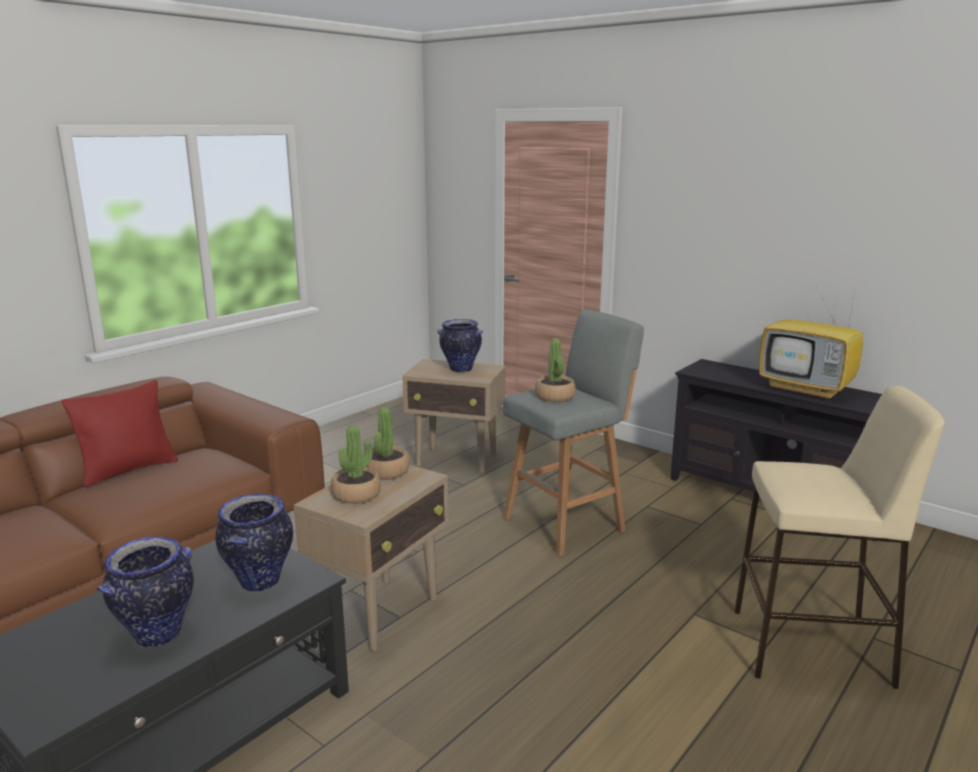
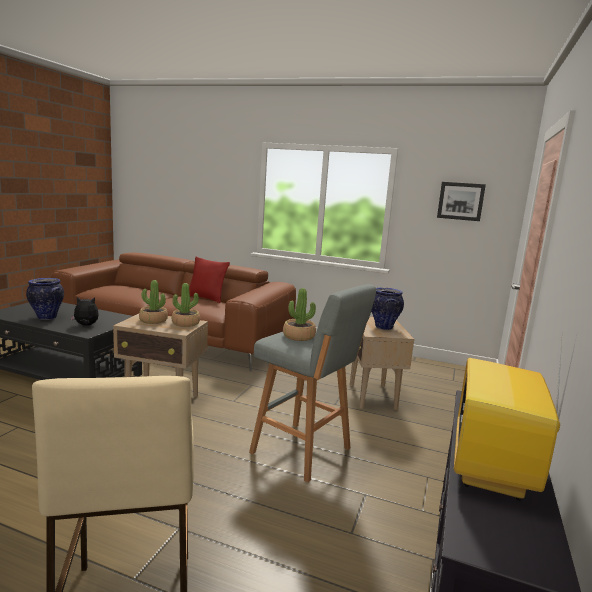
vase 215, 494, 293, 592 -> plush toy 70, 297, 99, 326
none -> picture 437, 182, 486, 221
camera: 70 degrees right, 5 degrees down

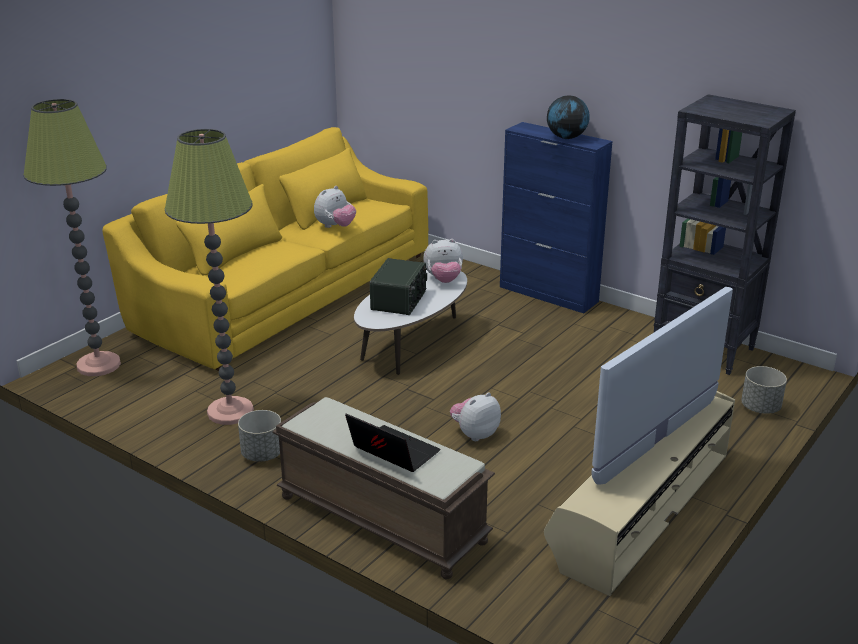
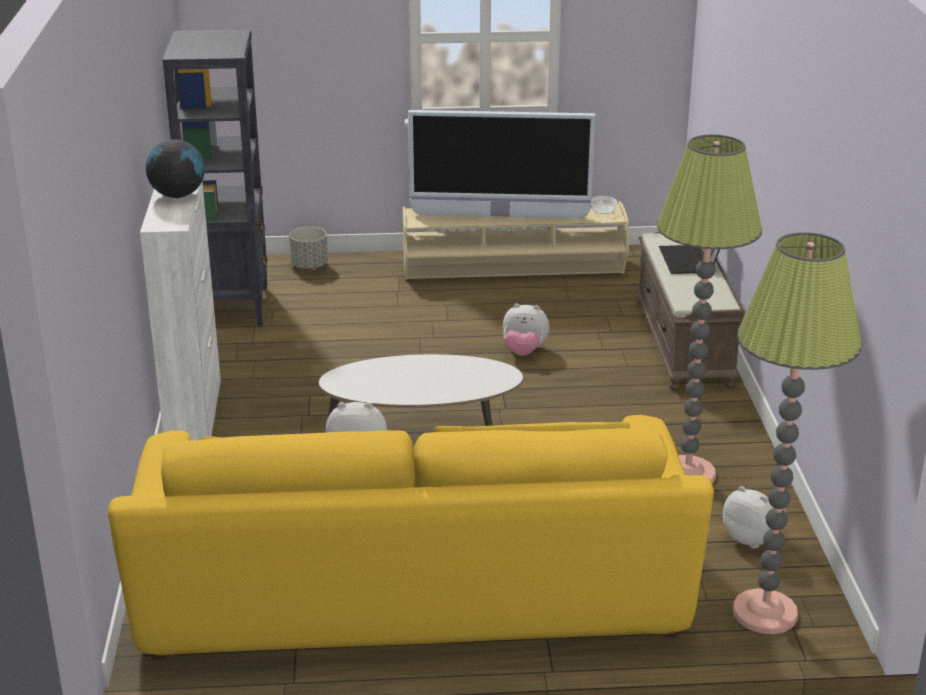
cabinet in blue 500, 122, 613, 313 -> cabinet in white 140, 182, 221, 440
plush toy 423, 239, 463, 283 -> plush toy 723, 486, 786, 548, relocated
radio 370, 258, 427, 315 -> none
planter in grey 238, 410, 281, 462 -> none
none -> bowl 591, 196, 617, 214
camera: 130 degrees left, 0 degrees up

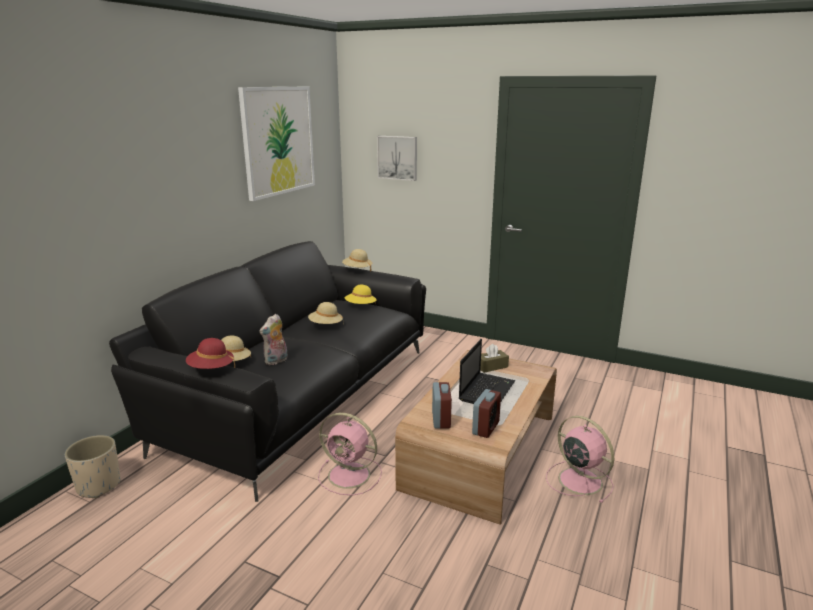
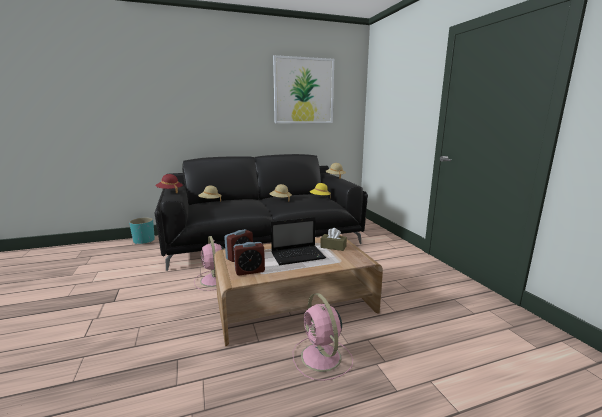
picture 377, 136, 417, 181 -> none
plush toy 260, 314, 288, 365 -> none
fan in pink 546, 416, 614, 503 -> fan in pink 293, 293, 353, 381, 150 degrees clockwise
planter in beige 65, 435, 121, 498 -> planter in turquoise 129, 217, 155, 245
camera: 45 degrees right, 5 degrees down

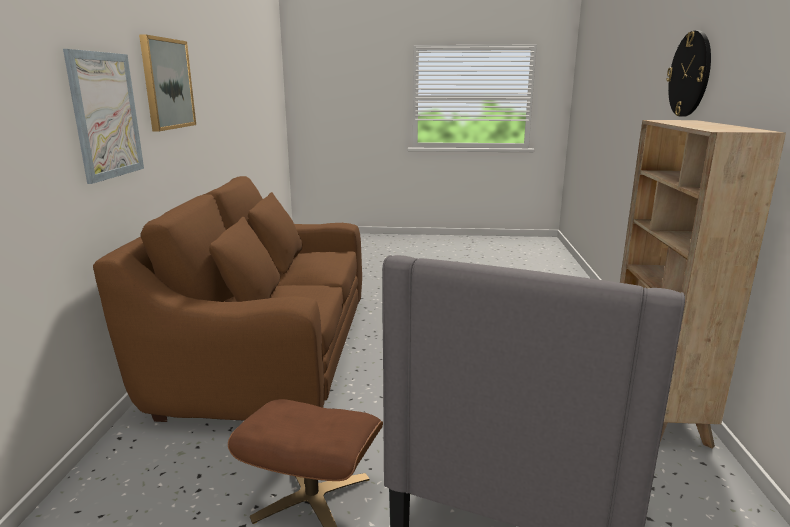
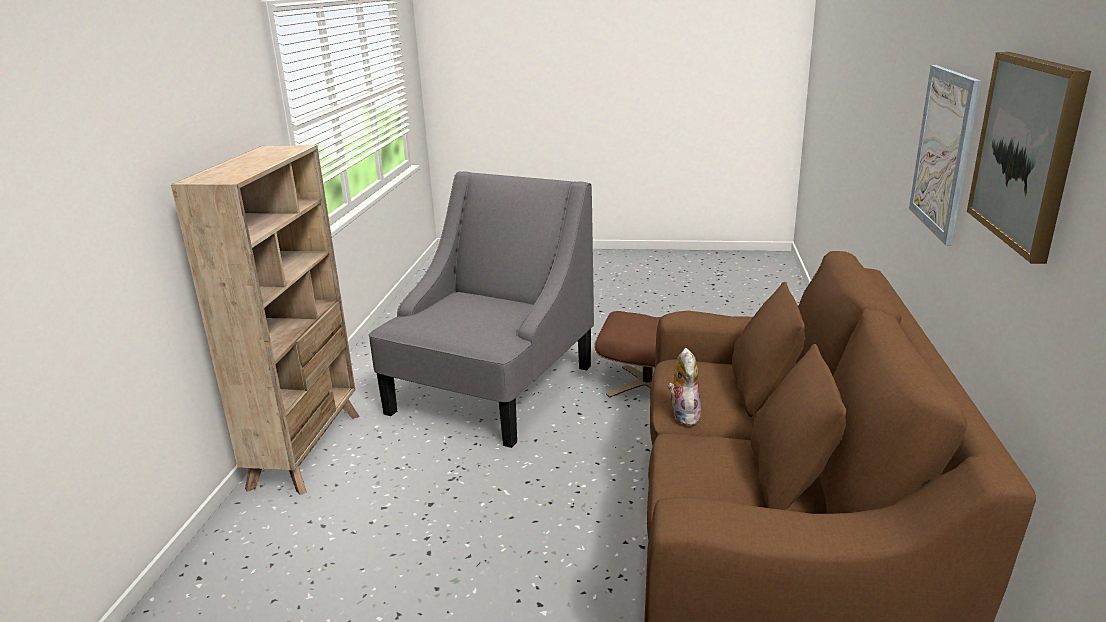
wall clock 667, 30, 711, 117 -> none
none -> plush toy 668, 348, 701, 425
camera: 175 degrees left, 5 degrees up

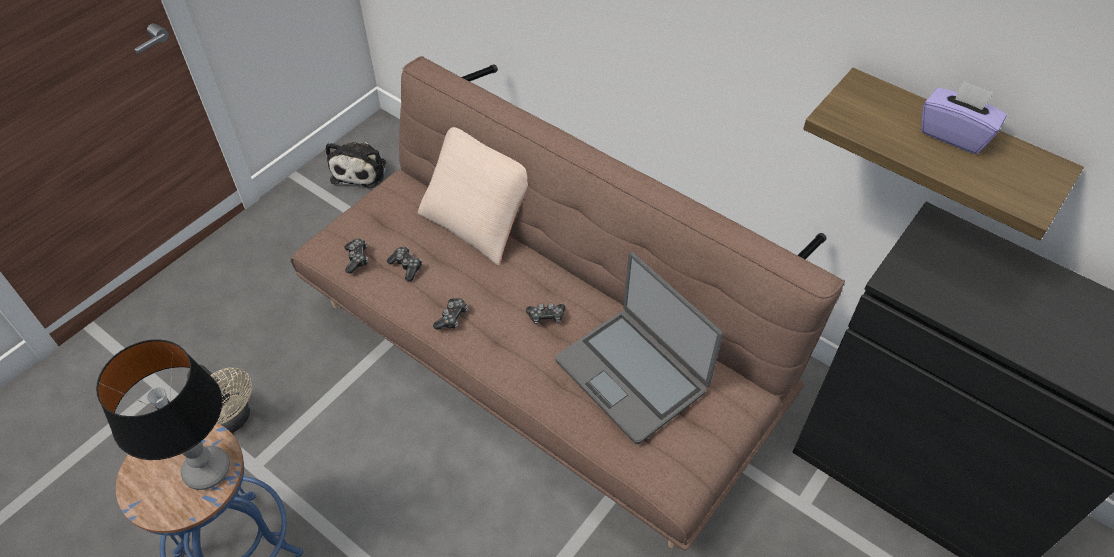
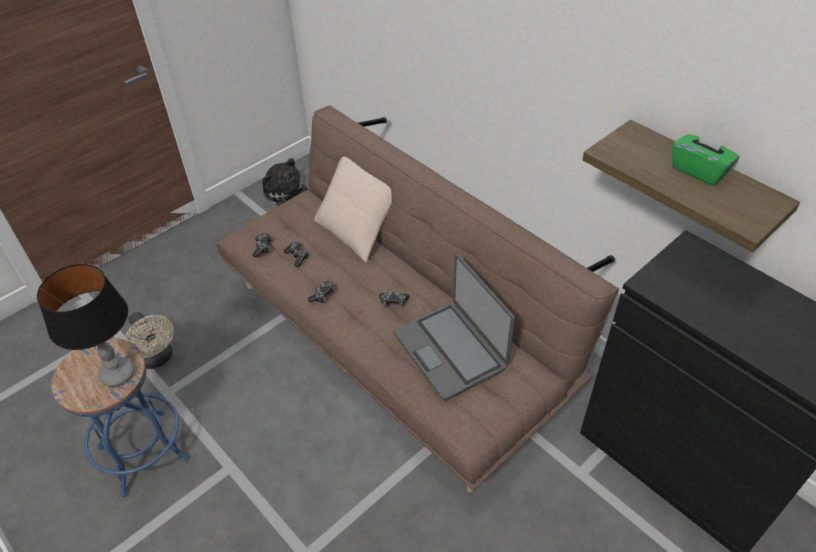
tissue box in purple 921, 80, 1007, 154 -> tissue box in green 672, 127, 740, 186
plush toy 326, 142, 386, 188 -> plush toy 262, 158, 308, 206, 120 degrees clockwise
camera: 10 degrees right, 5 degrees down

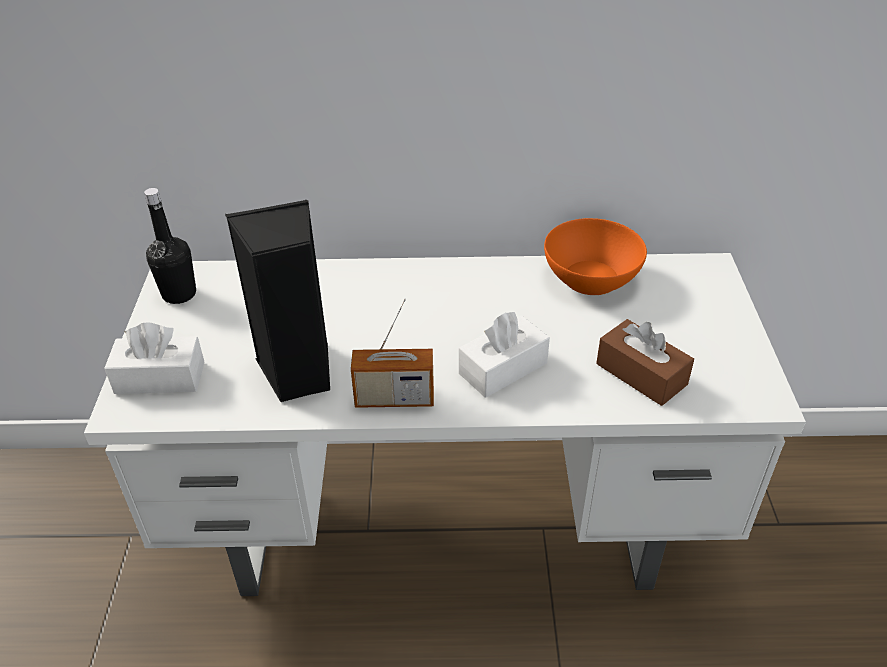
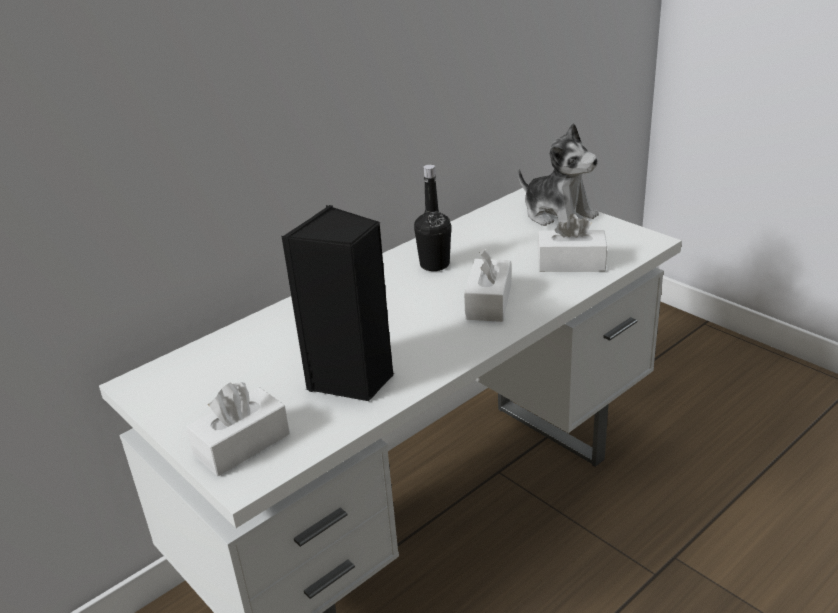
bottle in black 144, 188, 196, 304 -> bottle in black 414, 165, 451, 271, relocated
bowl in orange 544, 218, 647, 295 -> none
radio 351, 299, 434, 408 -> none
tissue box in brown 596, 319, 694, 406 -> tissue box in white 537, 214, 607, 272
none -> plush toy 518, 123, 599, 226
camera: 40 degrees left, 10 degrees down

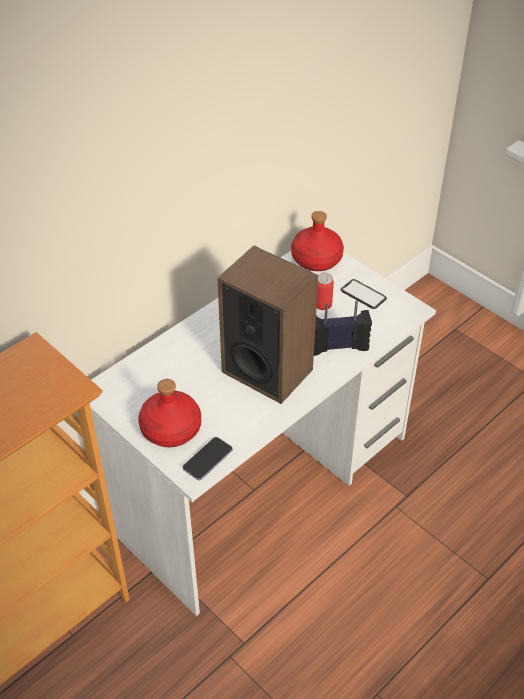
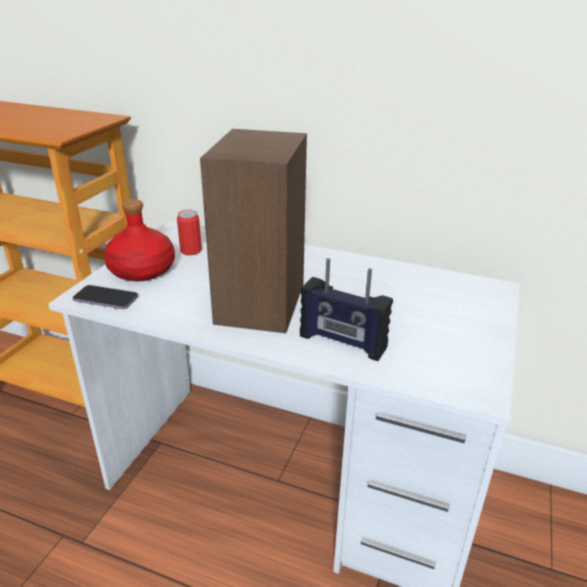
bottle in red 291, 211, 344, 271 -> none
can 316, 273, 334, 310 -> can 177, 210, 202, 255, relocated
phone 341, 279, 387, 309 -> none
radio 314, 301, 372, 356 -> radio 300, 258, 393, 361, 150 degrees clockwise
camera: 65 degrees right, 15 degrees down

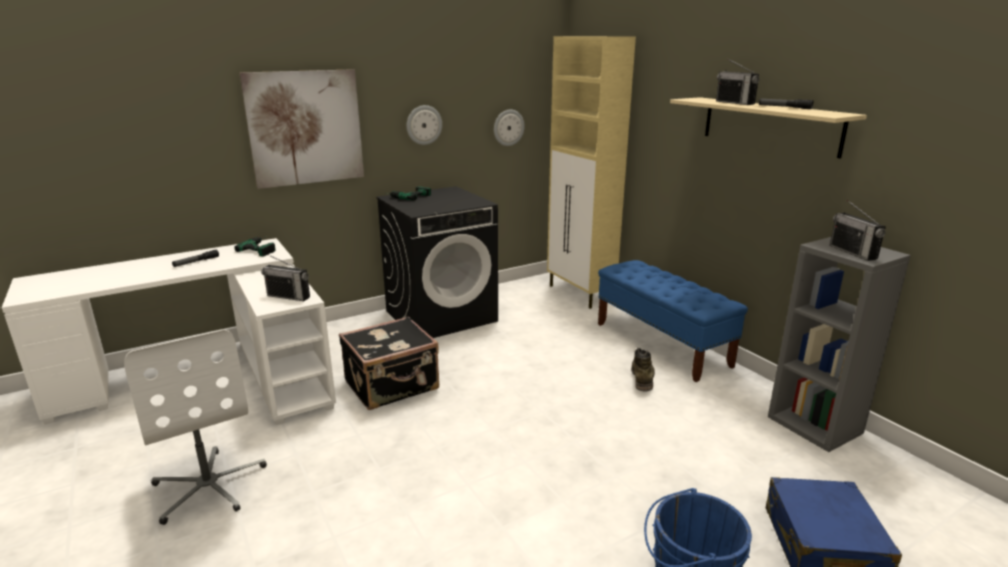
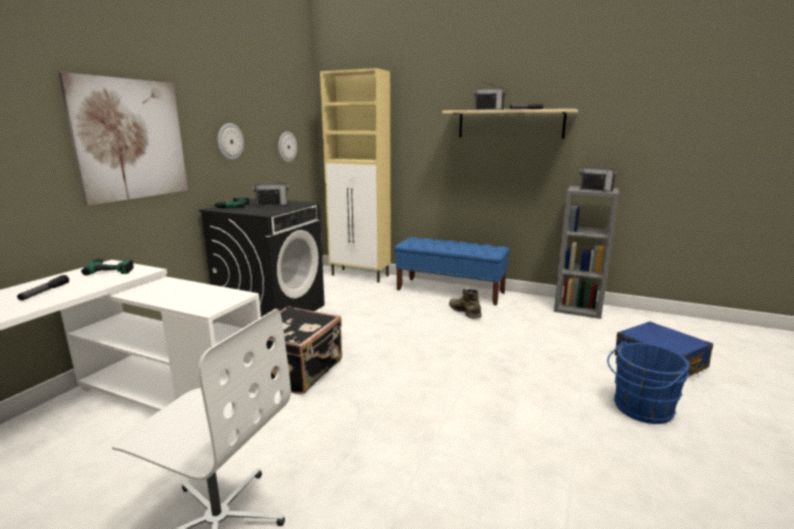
radio 261, 254, 310, 301 -> radio 253, 175, 289, 207, relocated
camera: 35 degrees left, 5 degrees down

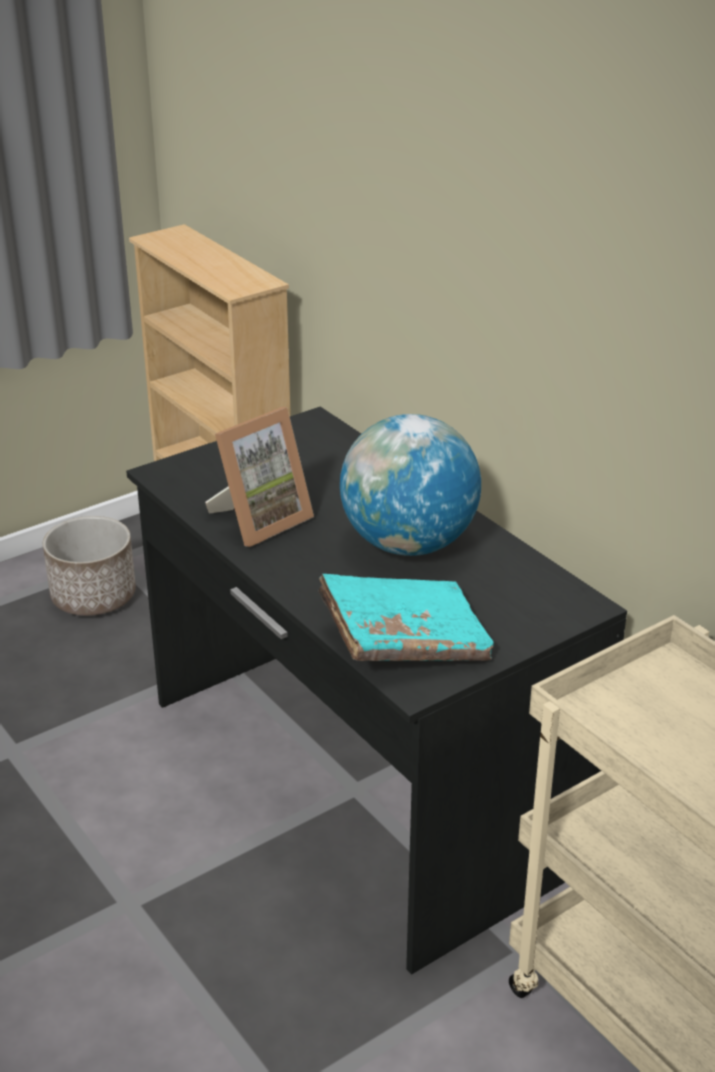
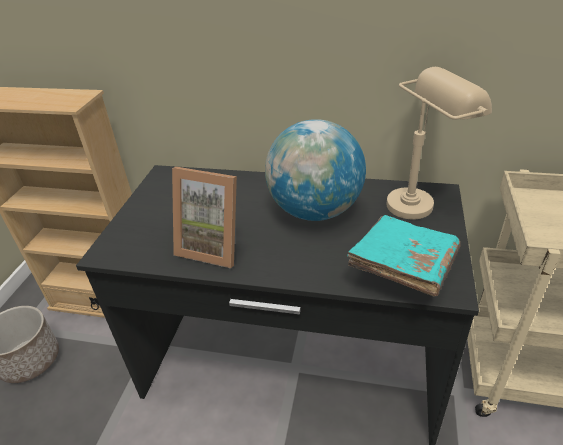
picture frame 205, 407, 314, 547 -> picture frame 172, 167, 237, 268, 105 degrees clockwise
none -> table lamp in beige 387, 67, 492, 219
camera: 40 degrees left, 5 degrees up

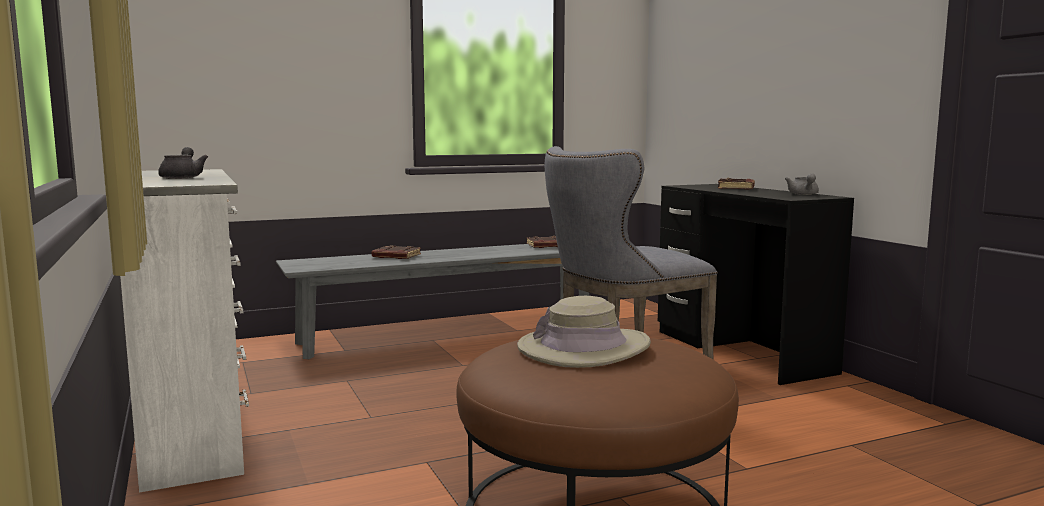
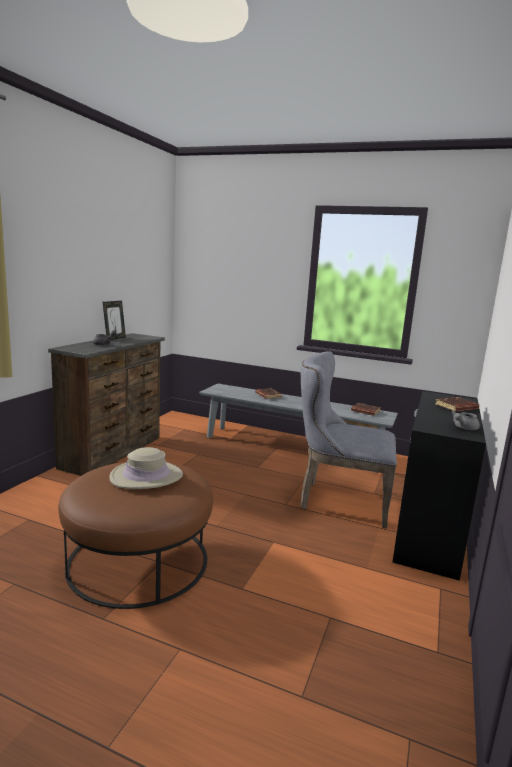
dresser in white 120, 169, 249, 493 -> dresser in brown 48, 333, 165, 476
none -> picture frame 103, 301, 126, 340
camera: 45 degrees right, 5 degrees up

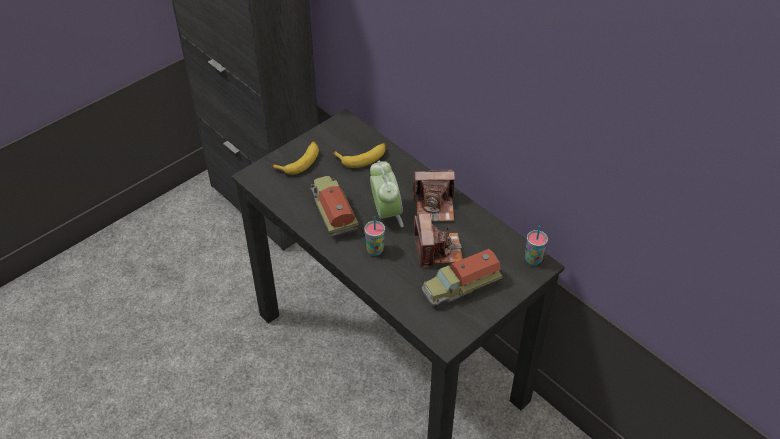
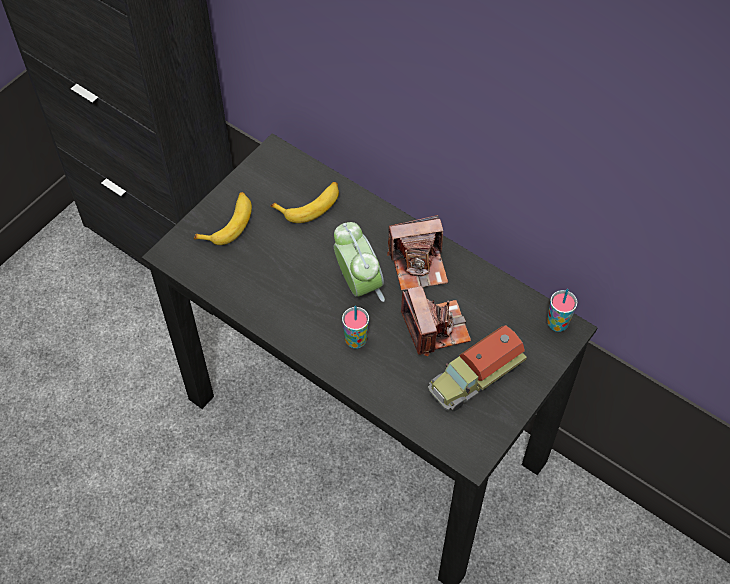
toy truck 310, 176, 359, 238 -> none
camera: 10 degrees left, 10 degrees up

